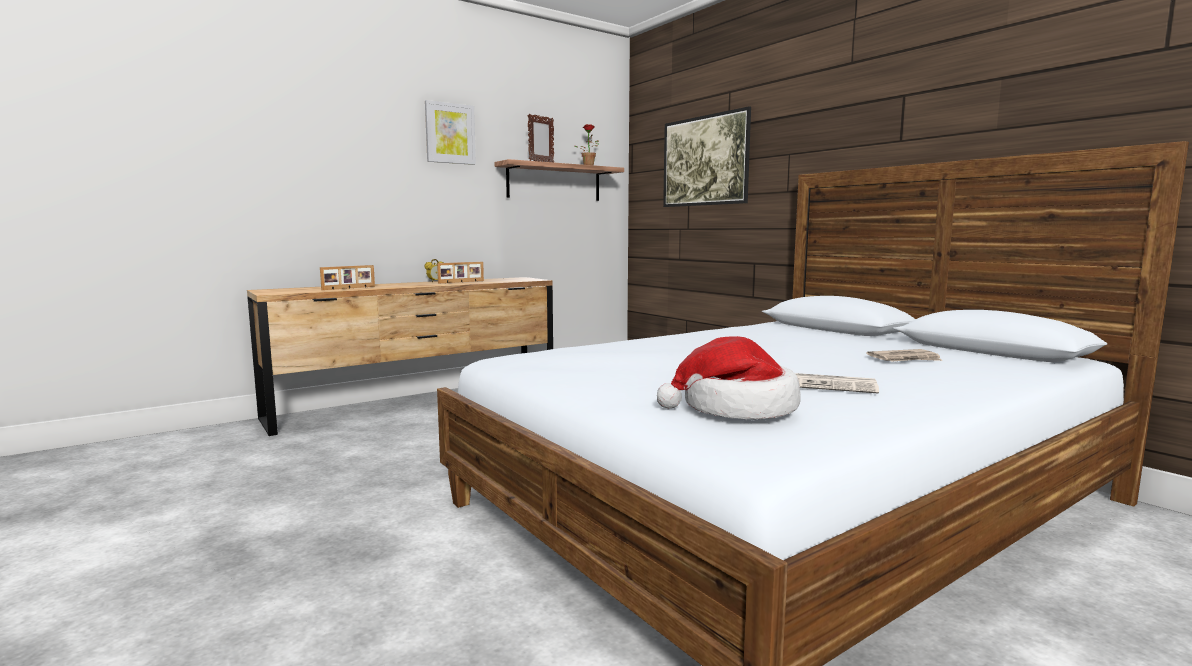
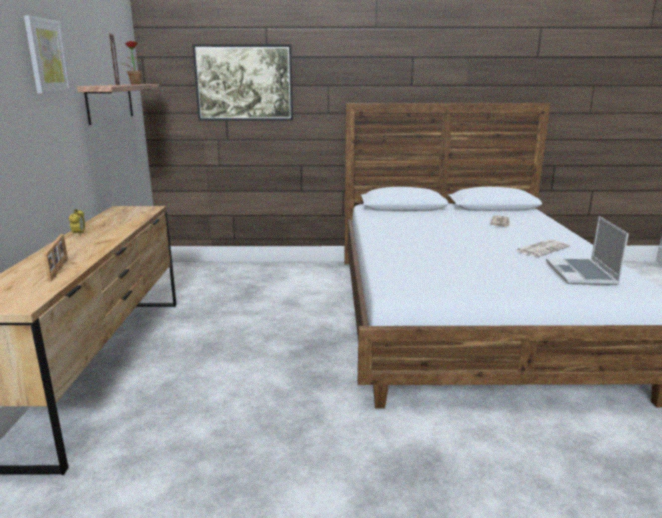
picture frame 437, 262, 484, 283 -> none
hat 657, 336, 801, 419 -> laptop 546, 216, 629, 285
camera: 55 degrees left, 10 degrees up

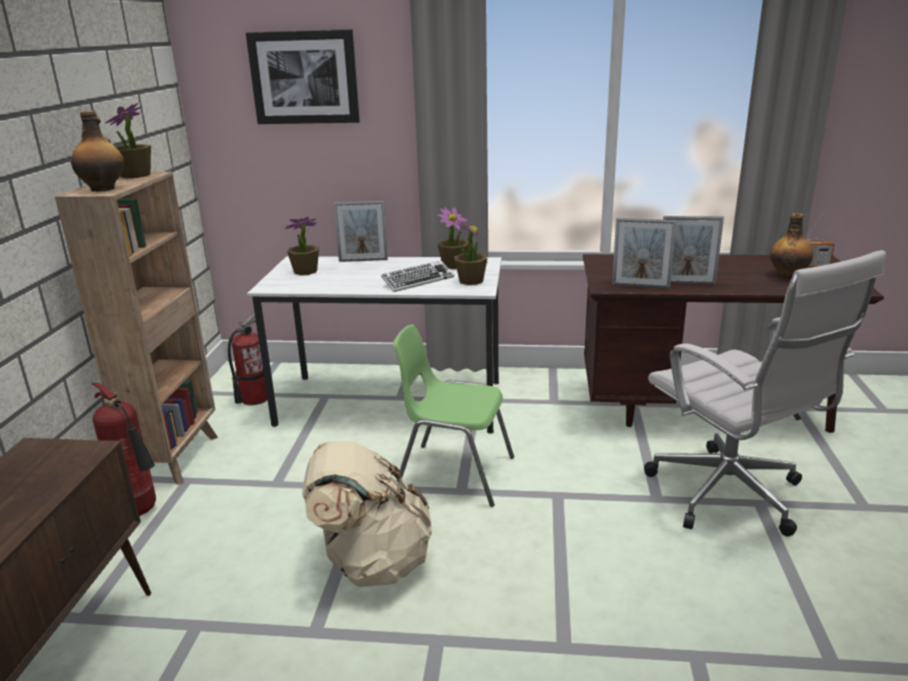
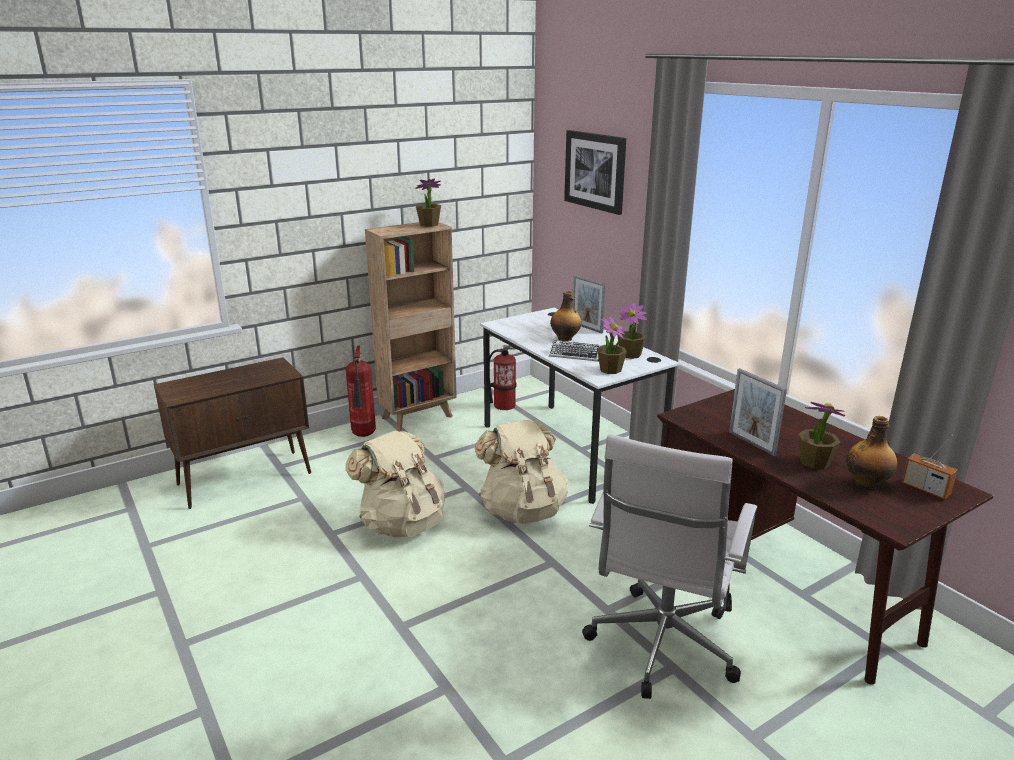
bottle 71, 110, 124, 192 -> bottle 550, 291, 582, 341, relocated
potted plant 285, 217, 319, 275 -> potted plant 798, 402, 845, 469, relocated
picture frame 612, 218, 676, 289 -> none
chair in green 393, 324, 514, 507 -> backpack in beige 475, 420, 568, 524
camera: 50 degrees right, 0 degrees up

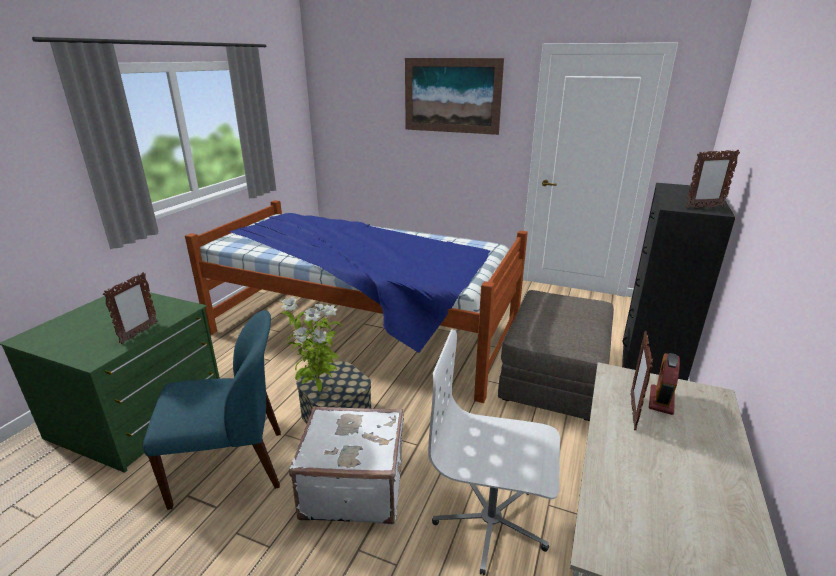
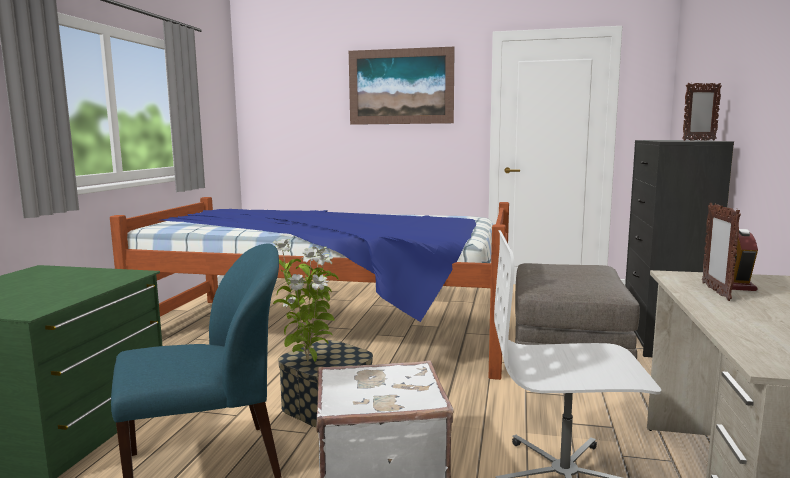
picture frame 103, 272, 158, 344 -> none
camera: 10 degrees left, 15 degrees down

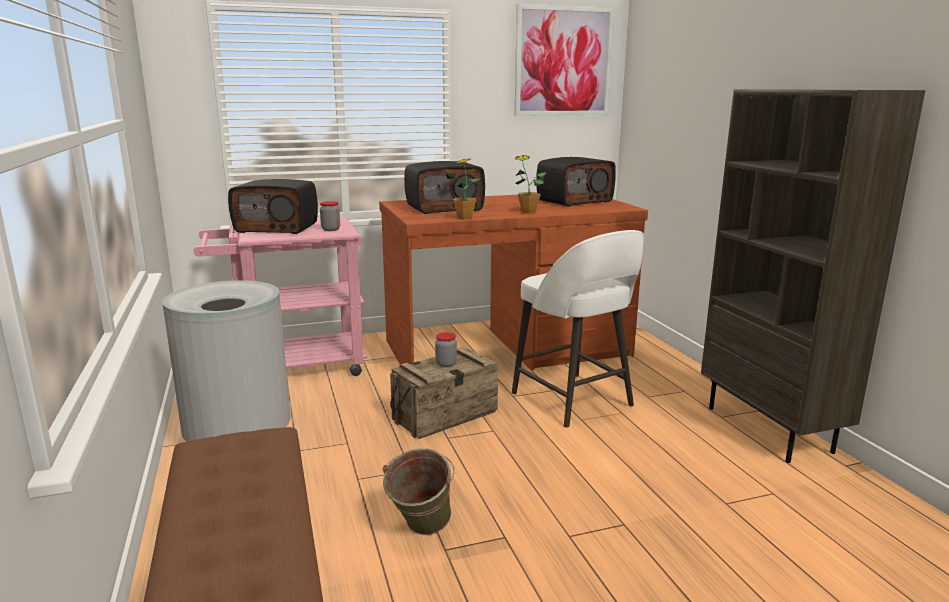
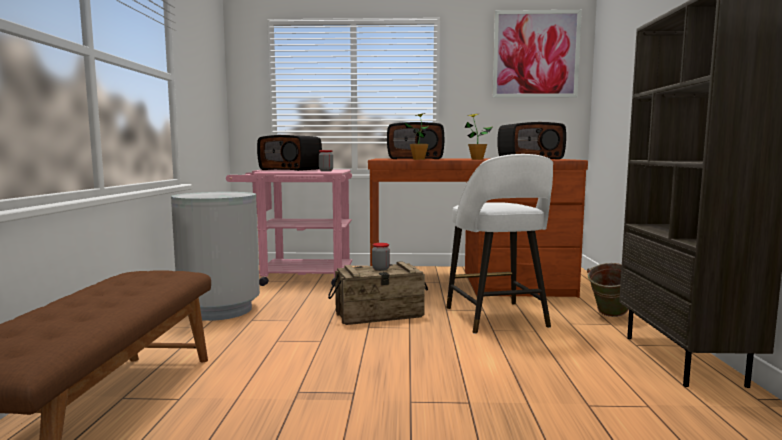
bucket in green 382, 448, 454, 535 -> bucket in green 587, 263, 628, 317, relocated
camera: 20 degrees right, 10 degrees down

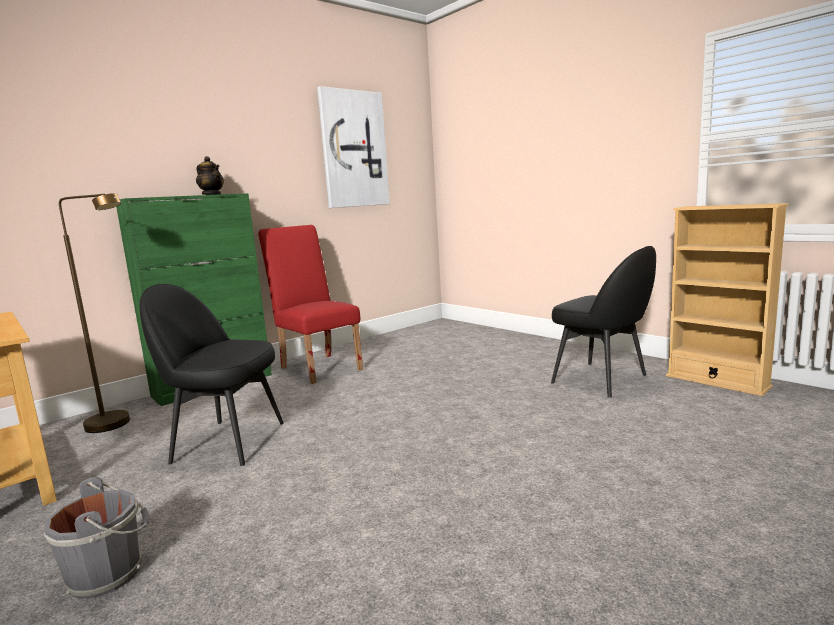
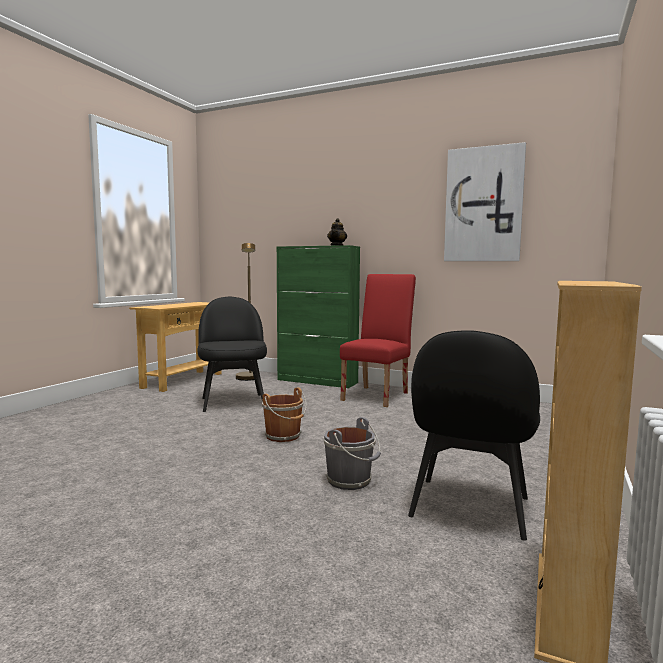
bucket in grey 44, 477, 149, 599 -> bucket in grey 323, 417, 381, 490, relocated
none -> bucket in brown 262, 387, 307, 442
camera: 65 degrees right, 5 degrees down

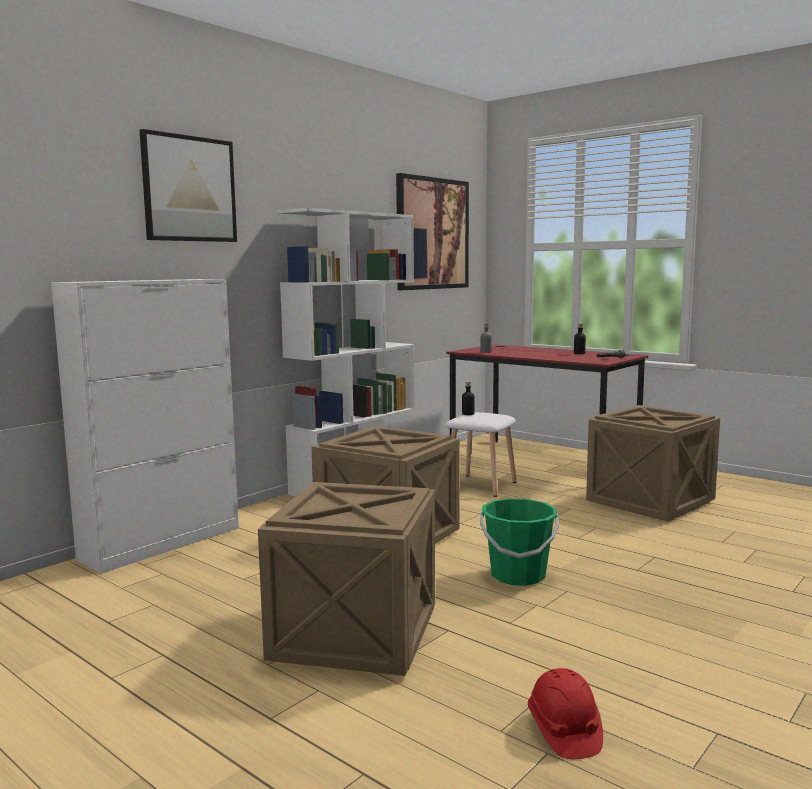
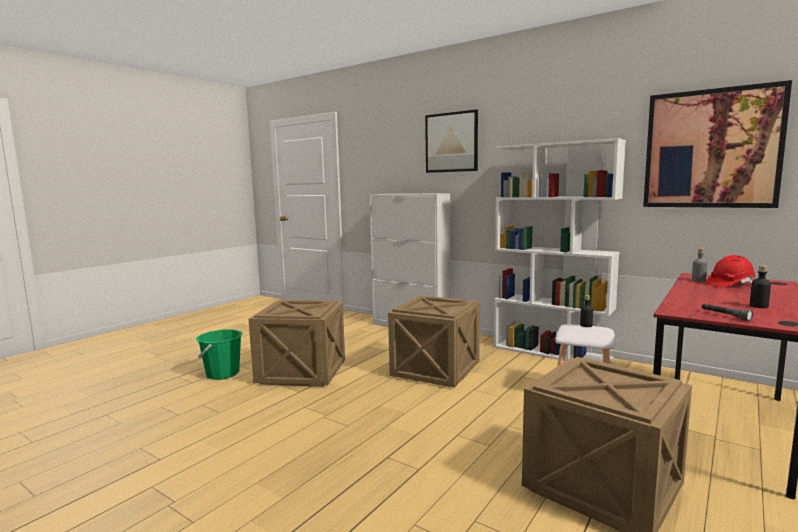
bucket in green 480, 499, 559, 586 -> bucket in green 196, 329, 243, 380, relocated
hard hat in red 528, 668, 603, 759 -> hard hat in red 706, 255, 756, 287, relocated
camera: 85 degrees right, 0 degrees up

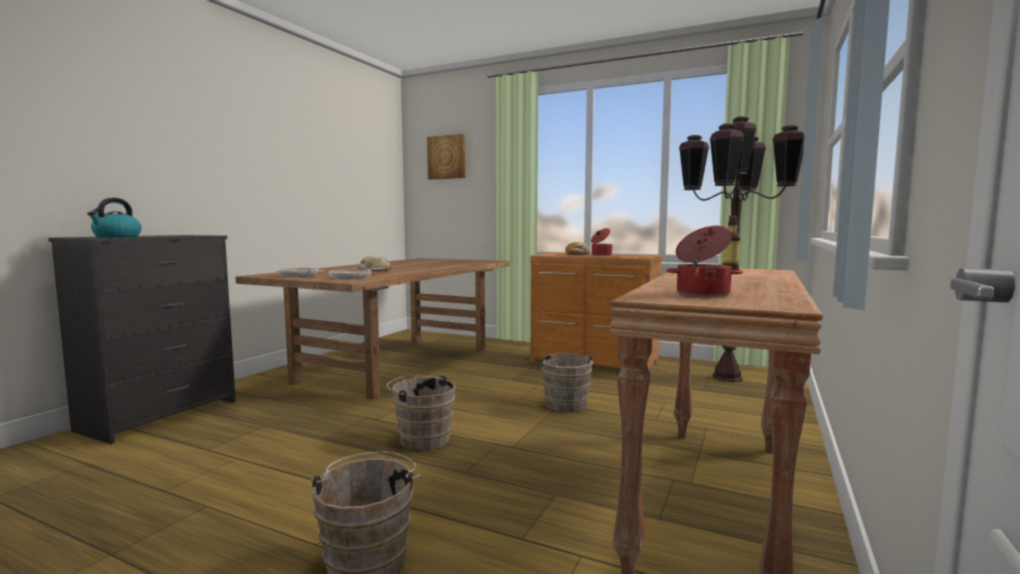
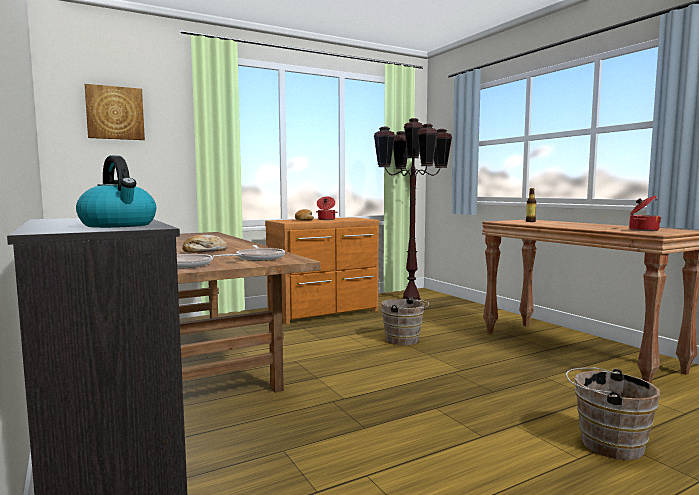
bucket in brown 387, 375, 456, 450 -> none
camera: 55 degrees left, 0 degrees up

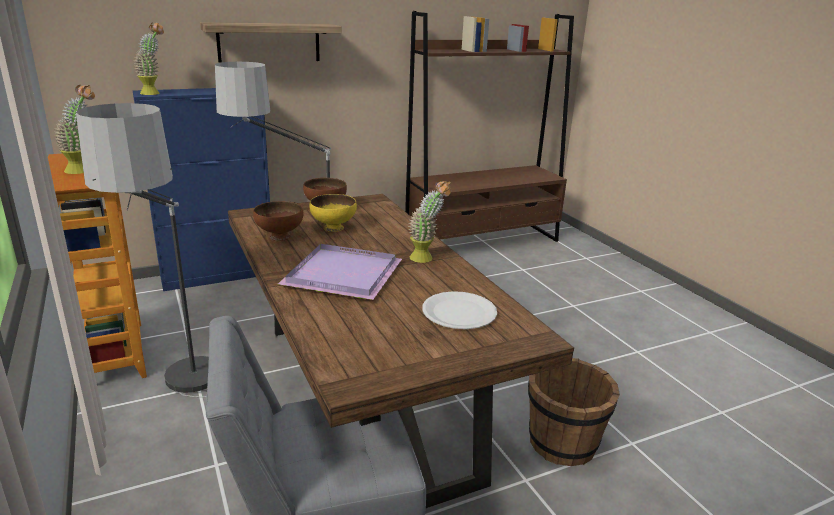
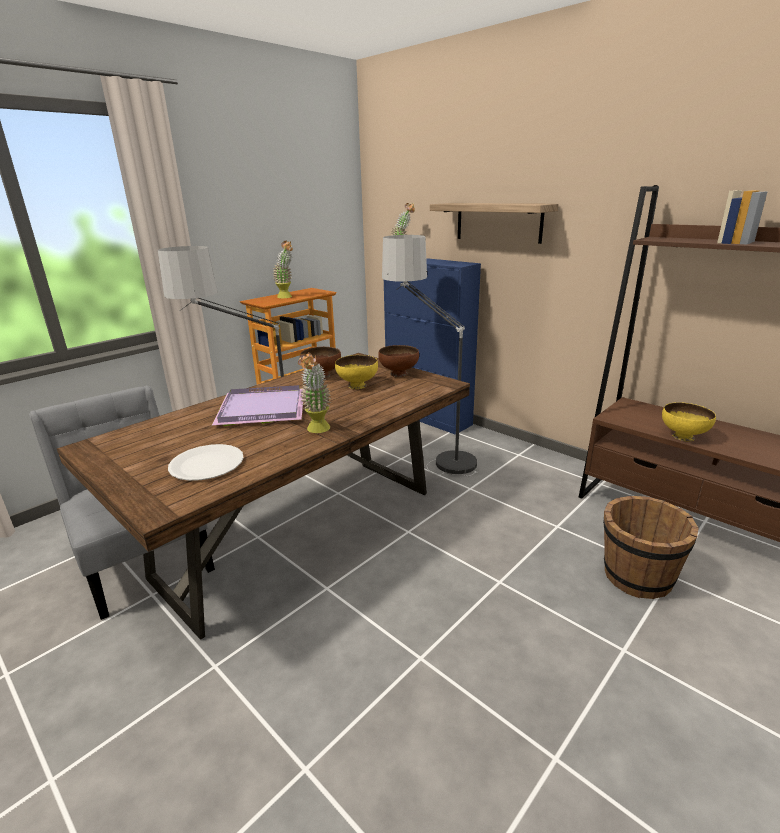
bucket in brown 528, 358, 620, 466 -> bucket in brown 603, 496, 699, 599, relocated
none -> bowl in yellow 662, 402, 716, 441
camera: 70 degrees right, 0 degrees up

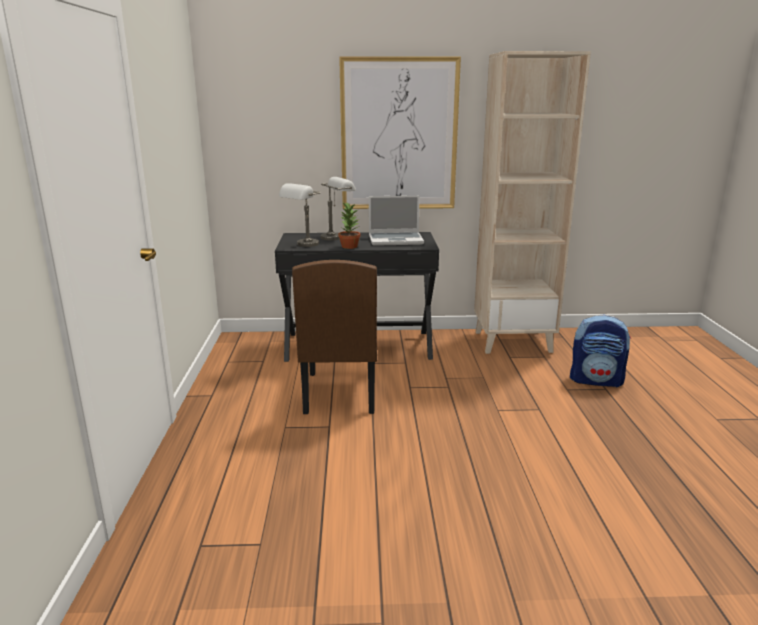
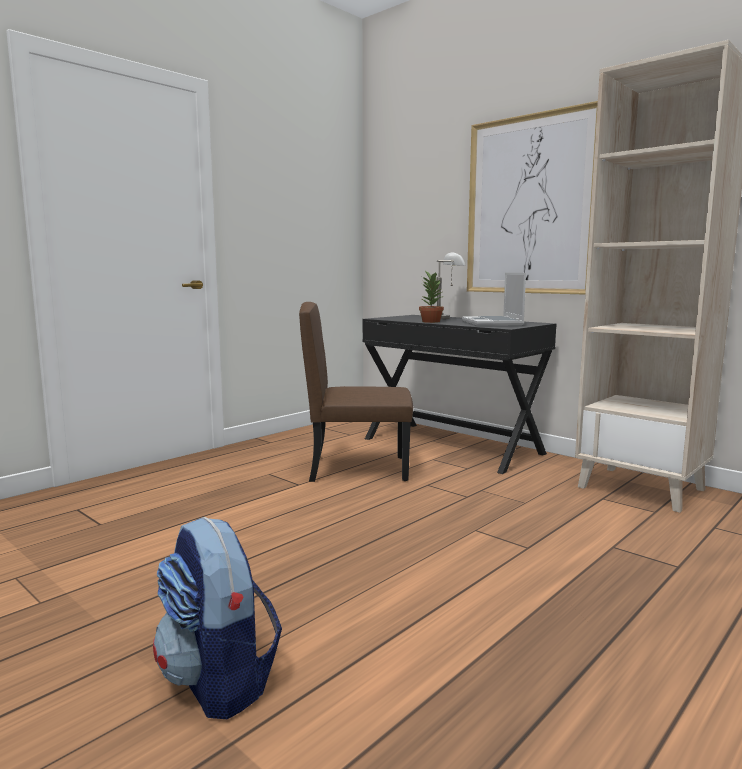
table lamp in grey 279, 183, 321, 247 -> none
laptop 369, 195, 424, 246 -> laptop 462, 273, 526, 326, 45 degrees clockwise
chair in brown 292, 260, 377, 414 -> chair in brown 299, 302, 413, 482, 45 degrees clockwise
backpack 570, 315, 631, 387 -> backpack 153, 517, 282, 719, relocated
camera: 45 degrees right, 10 degrees down

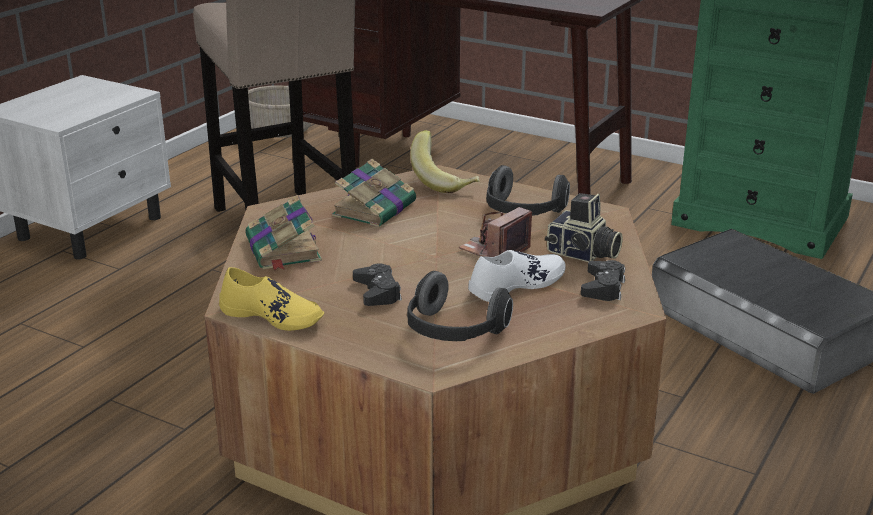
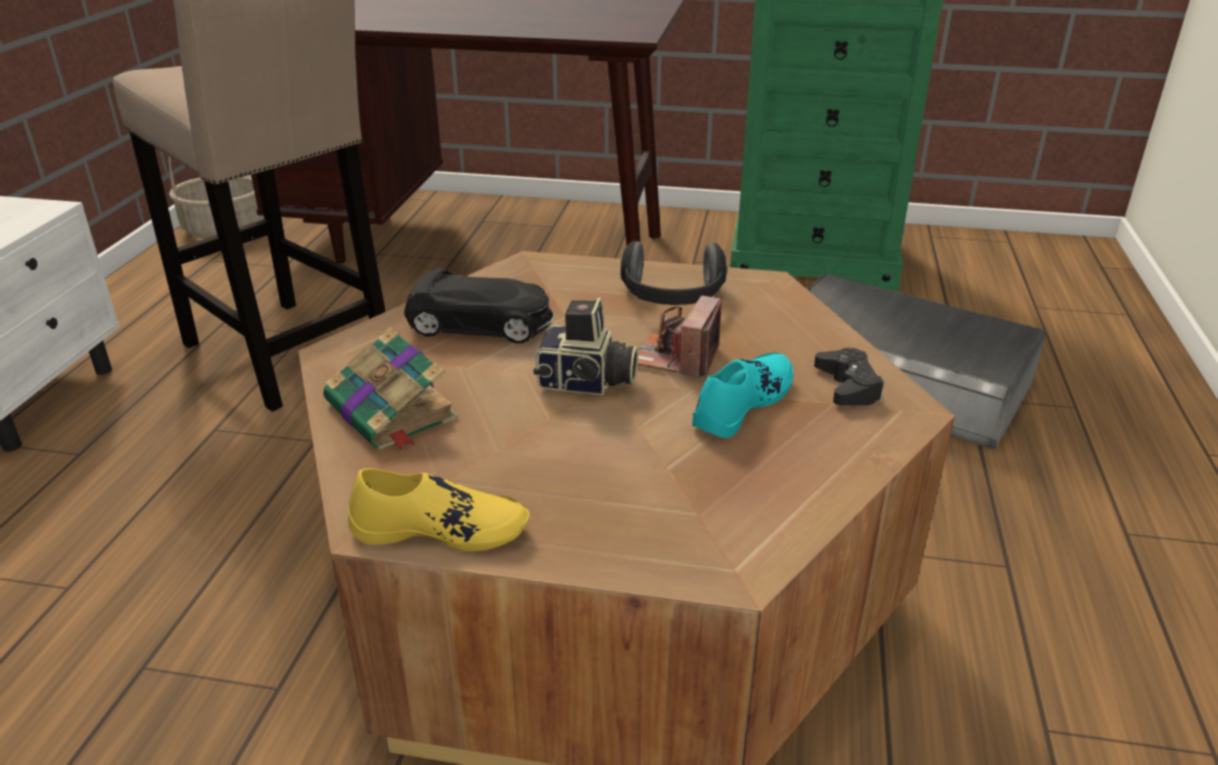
banana 410, 130, 480, 193 -> none
book 332, 159, 416, 227 -> toy car in black 404, 268, 554, 343
photo camera 545, 193, 623, 262 -> photo camera 533, 298, 638, 395, relocated
shoe in white 468, 250, 565, 302 -> shoe in turquoise 692, 353, 793, 438
game controller in black 353, 263, 402, 306 -> none
headphones 407, 271, 513, 341 -> none
camera: 20 degrees left, 5 degrees up

